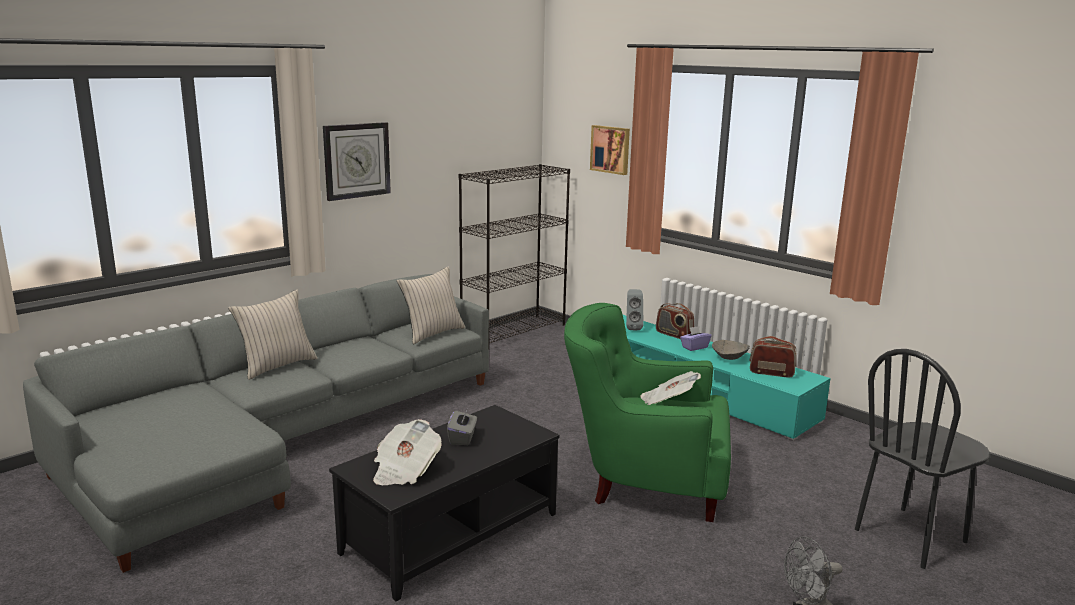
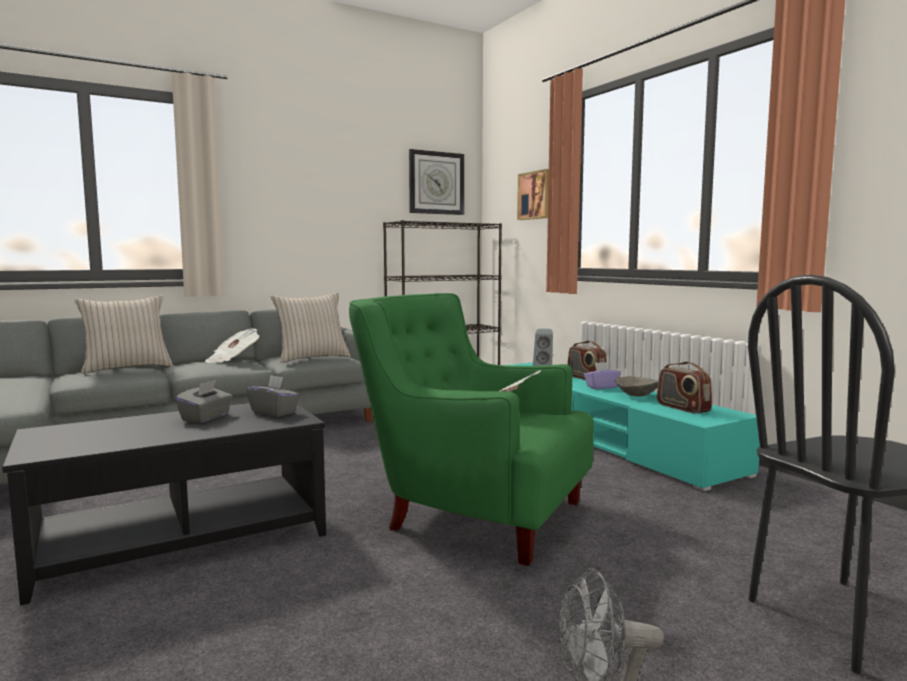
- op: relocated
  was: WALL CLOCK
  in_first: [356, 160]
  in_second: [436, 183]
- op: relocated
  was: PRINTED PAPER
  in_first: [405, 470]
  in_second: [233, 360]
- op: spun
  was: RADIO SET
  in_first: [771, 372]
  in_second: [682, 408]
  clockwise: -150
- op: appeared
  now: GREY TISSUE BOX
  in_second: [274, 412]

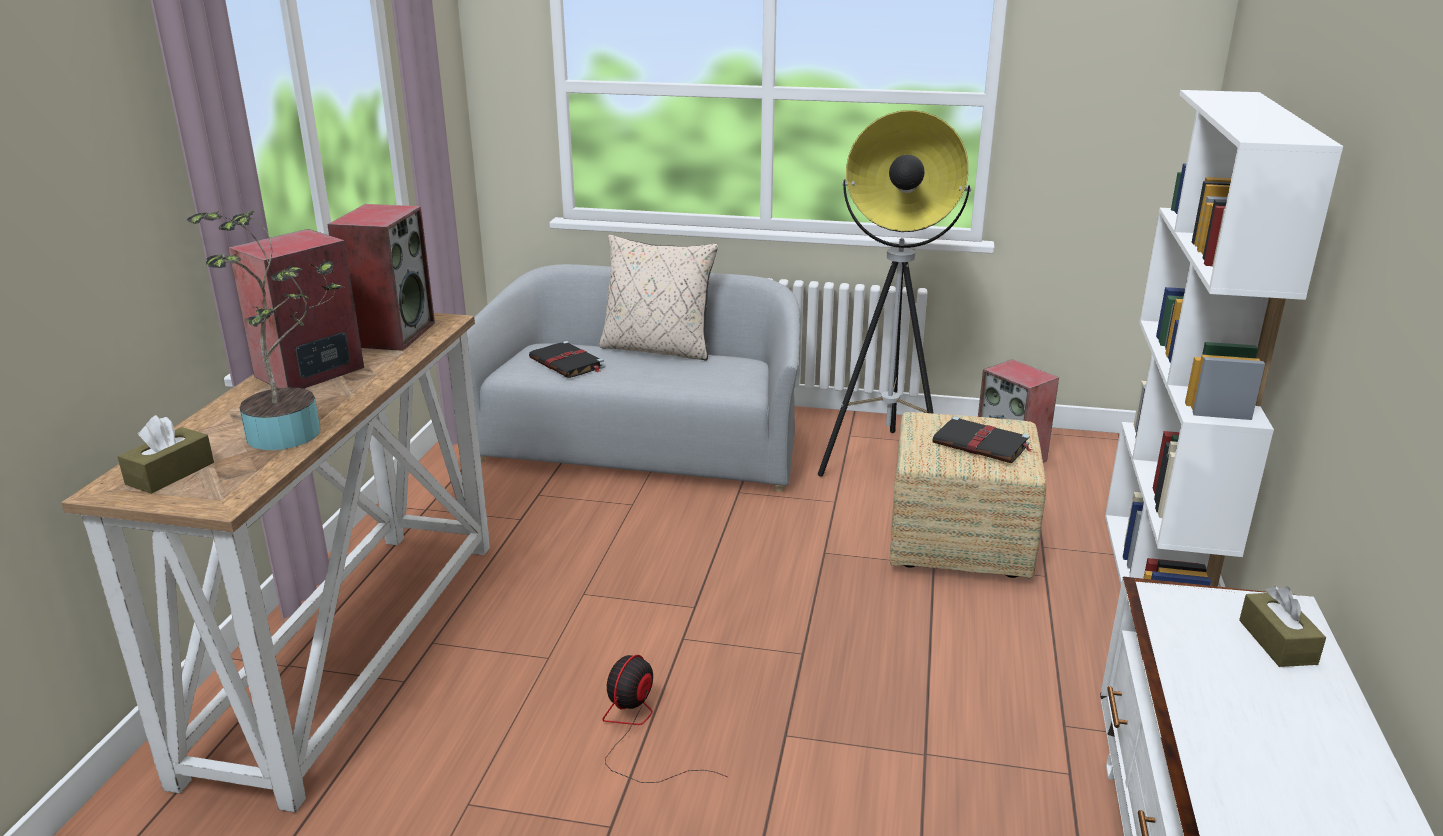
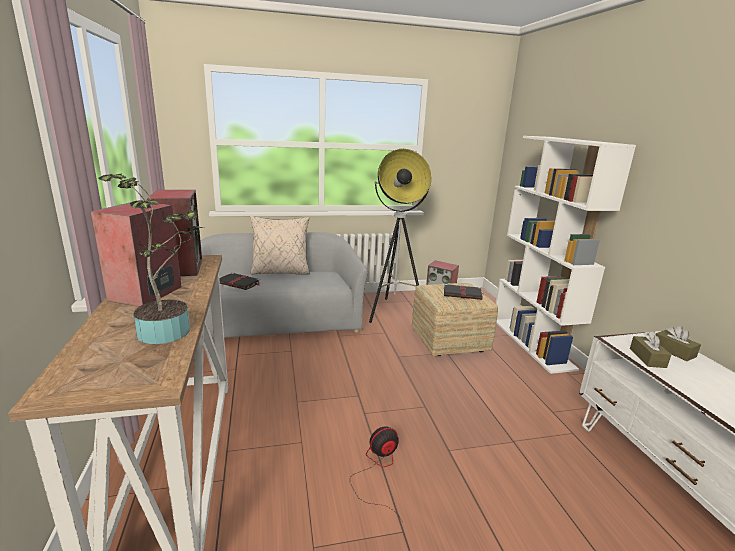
- op: relocated
  was: BROWN-COLOURED TISSUE BOX
  in_first: [170, 473]
  in_second: [647, 358]
- op: spun
  was: FAN
  in_first: [638, 731]
  in_second: [378, 470]
  clockwise: 60

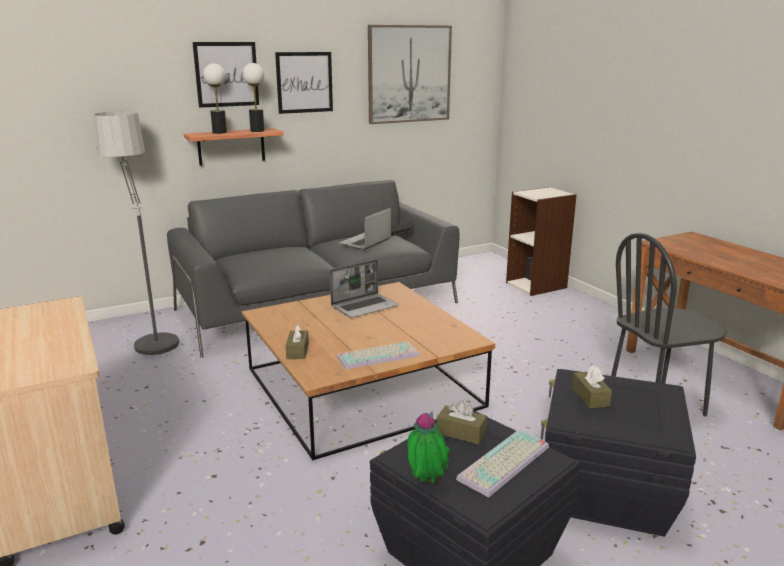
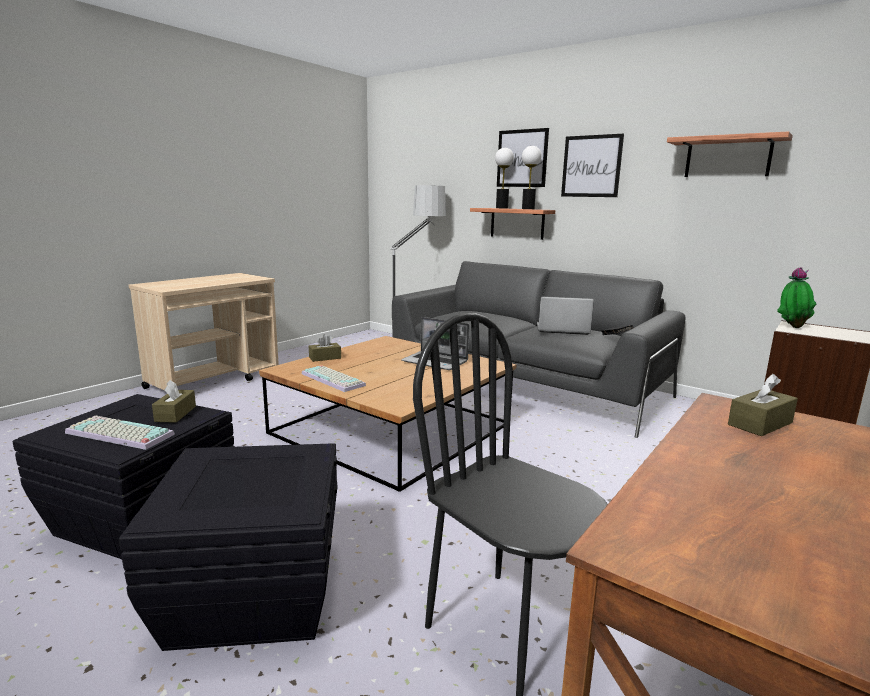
- op: exchanged
  was: PICTURE
  now: BRACKET SHELF
  in_first: [409, 74]
  in_second: [728, 157]
- op: relocated
  was: POTTED PLANT
  in_first: [426, 483]
  in_second: [791, 327]
- op: relocated
  was: BROWN-COLOURED TISSUE BOX
  in_first: [590, 397]
  in_second: [760, 424]

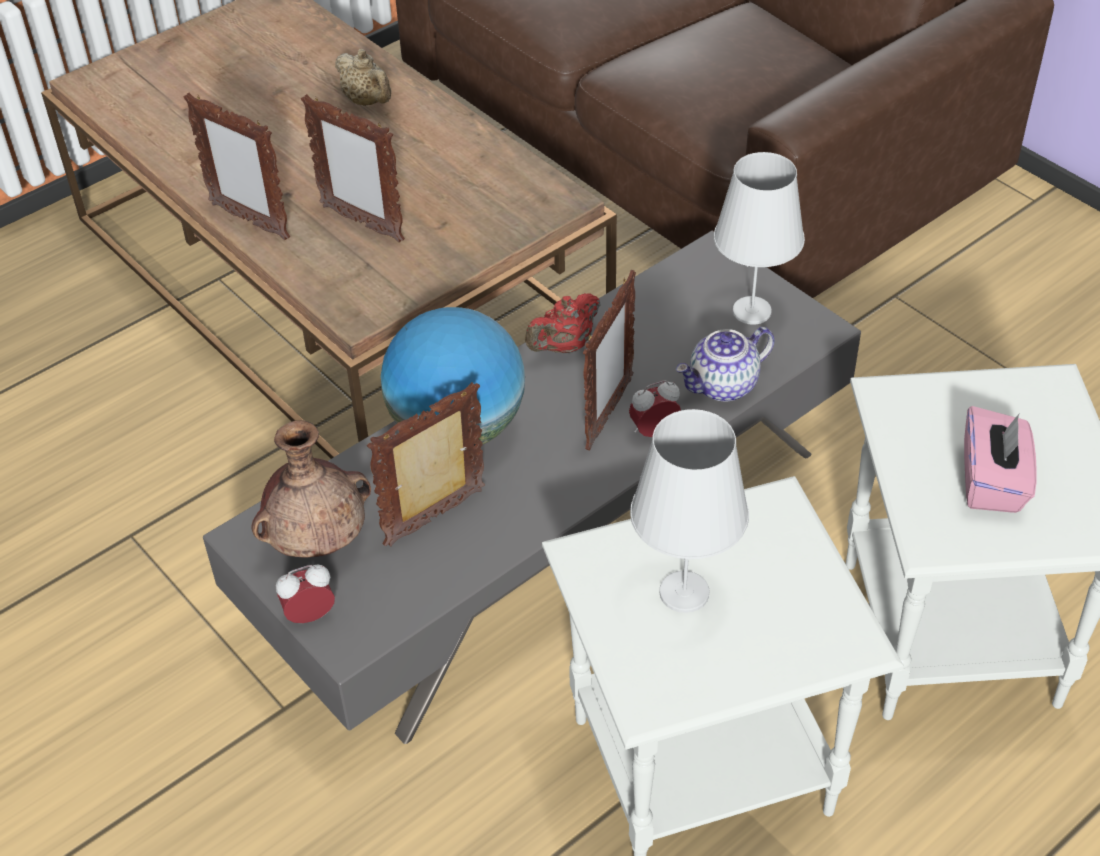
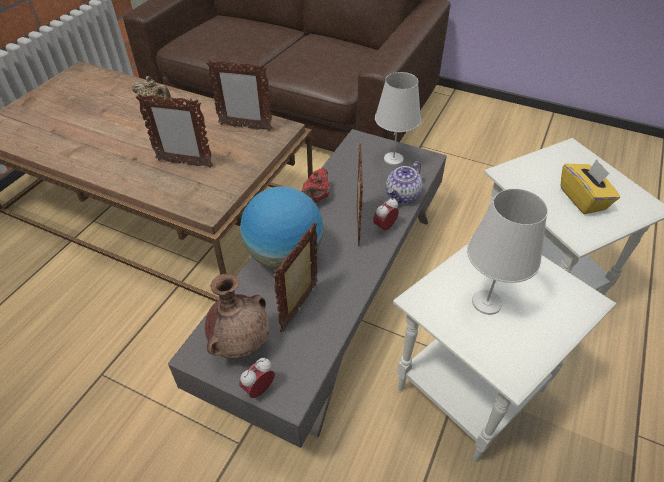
- op: relocated
  was: PHOTO FRAME
  in_first: [249, 221]
  in_second: [245, 127]
- op: colour
  was: PINKISH TISSUE BOX
  now: YELLOW TISSUE BOX
  in_first: [992, 482]
  in_second: [583, 199]

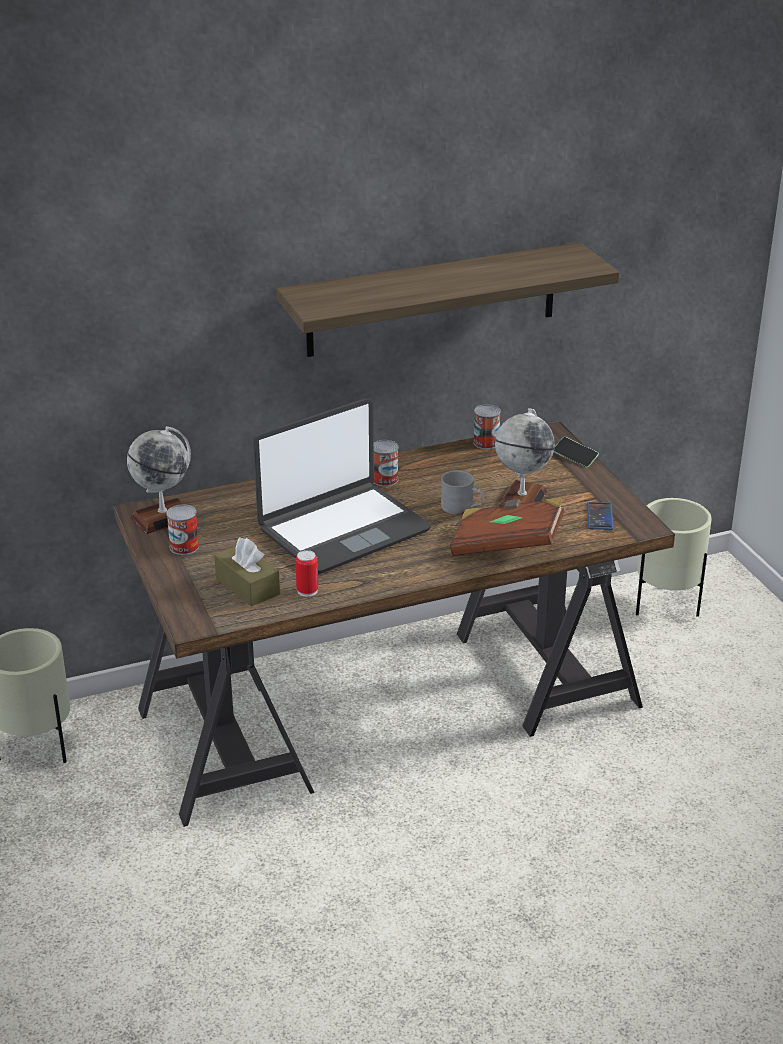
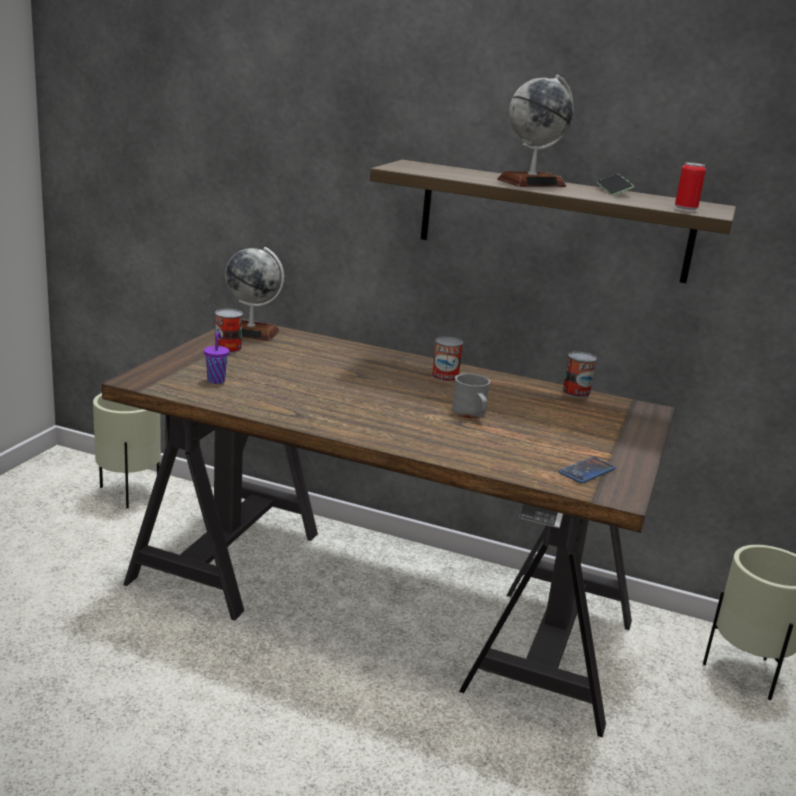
- op: exchanged
  was: BROWN-COLOURED TISSUE BOX
  now: PURPLE SMALL CUP
  in_first: [247, 586]
  in_second: [216, 380]
- op: missing
  was: NOTEBOOK COMPUTER
  in_first: [342, 529]
- op: relocated
  was: SEALED CAN
  in_first: [307, 591]
  in_second: [685, 209]
- op: missing
  was: BROWN-COLOURED BOOK
  in_first: [506, 546]
- op: relocated
  was: GLOBE
  in_first: [521, 500]
  in_second: [531, 183]
- op: relocated
  was: TELEPHONE
  in_first: [575, 457]
  in_second: [613, 192]

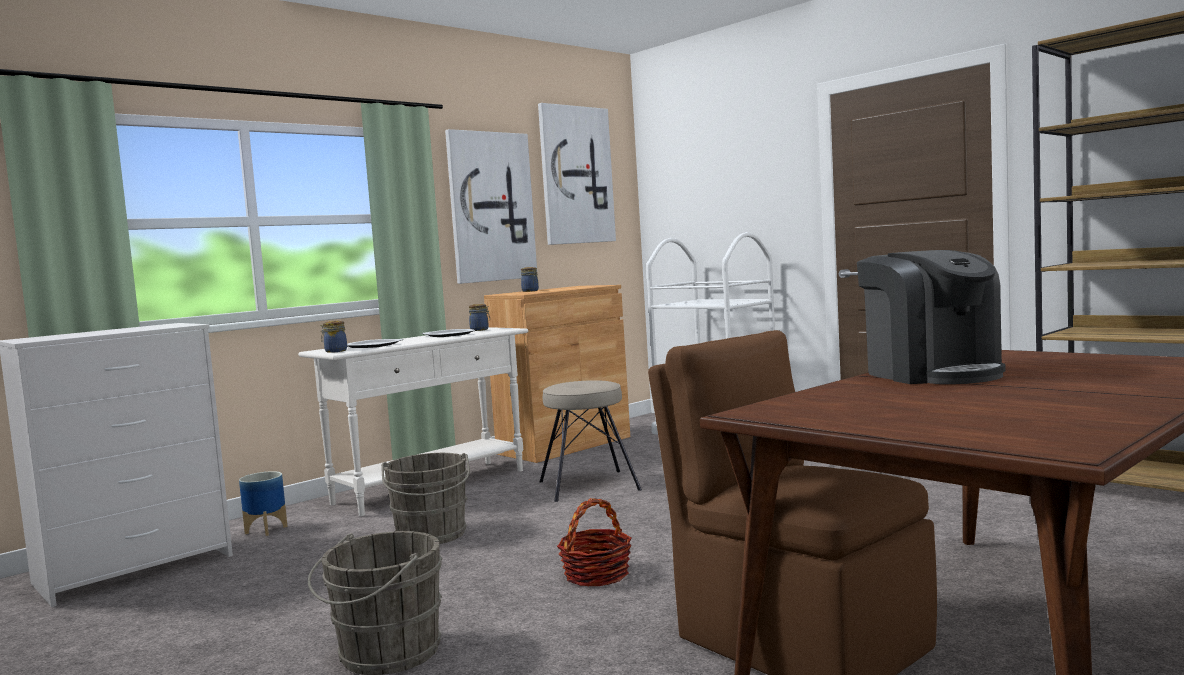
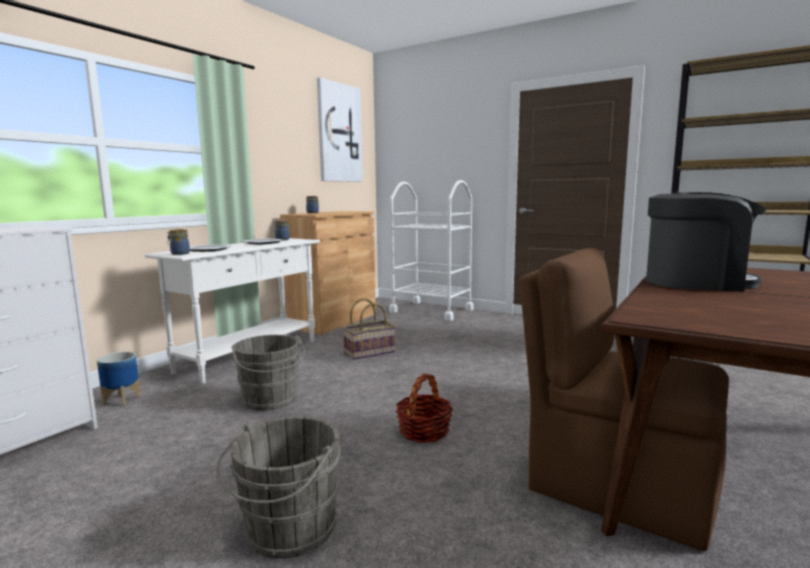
- op: missing
  was: PICTURE
  in_first: [490, 207]
- op: exchanged
  was: BEIGE-COLOURED STOOL
  now: BASKET
  in_first: [588, 485]
  in_second: [369, 352]
- op: spun
  was: COFFEE MAKER
  in_first: [932, 373]
  in_second: [696, 282]
  clockwise: -45

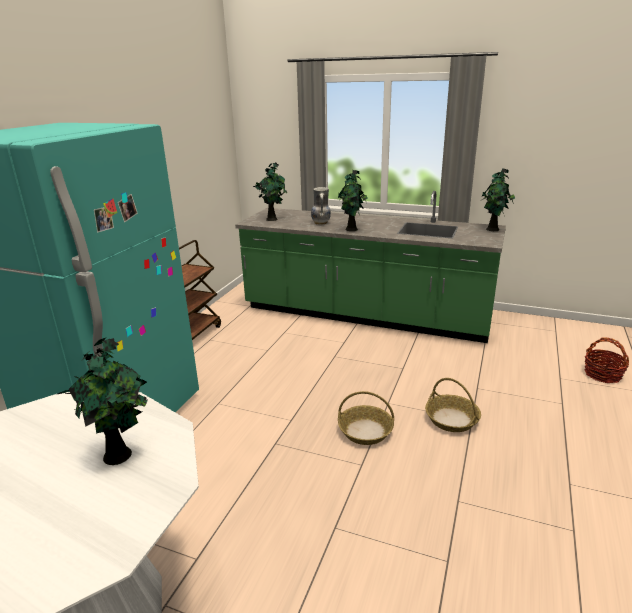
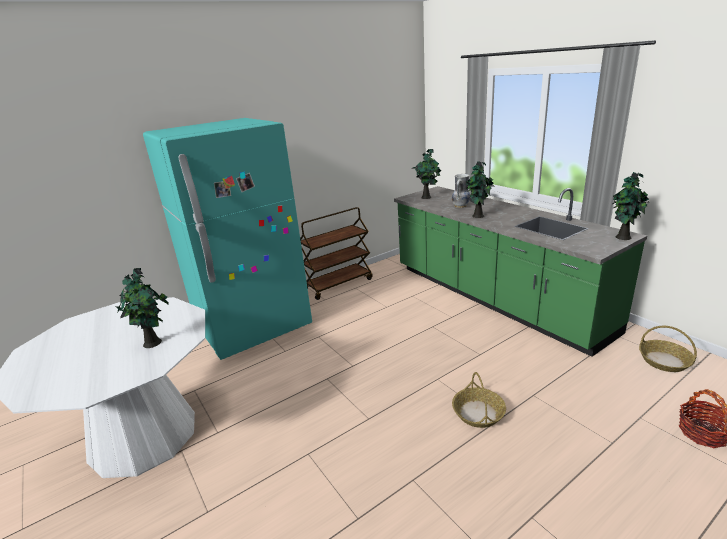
- op: relocated
  was: BASKET
  in_first: [366, 431]
  in_second: [664, 361]

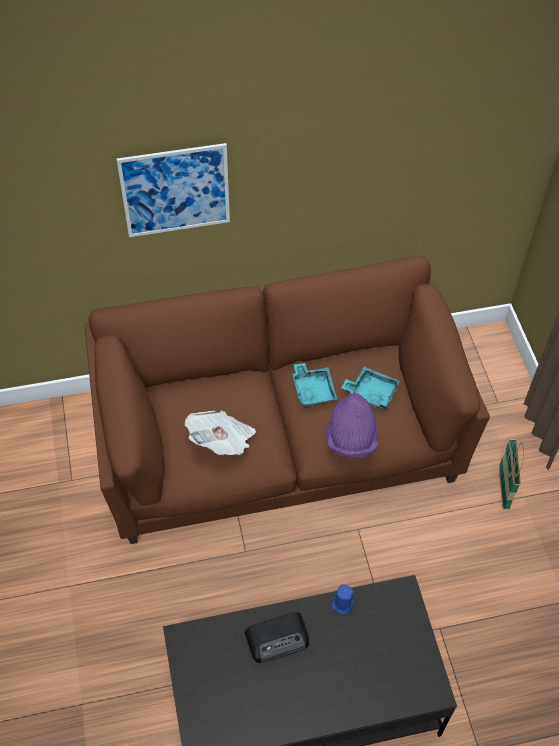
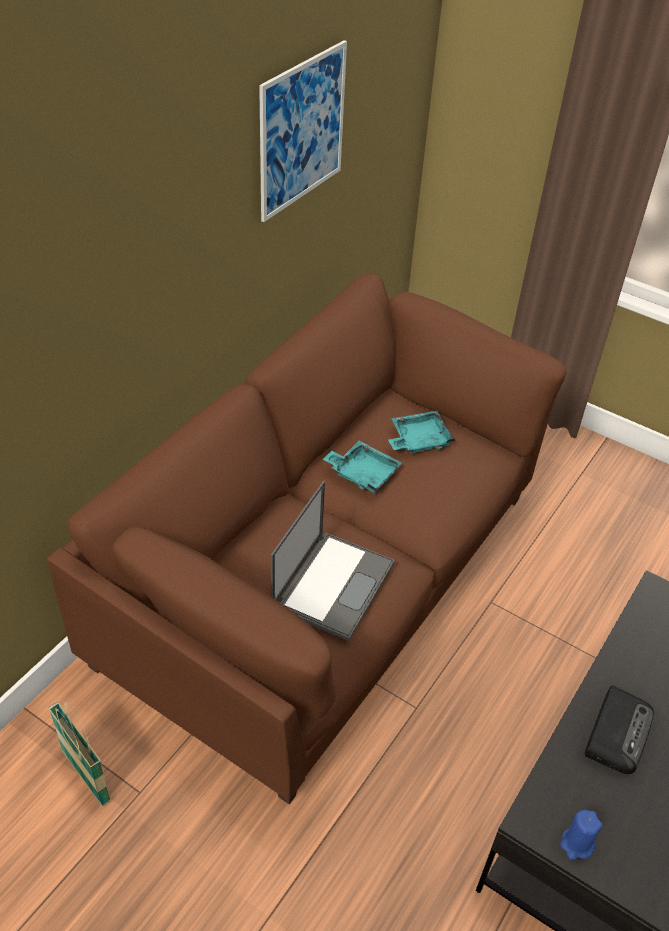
- op: relocated
  was: PICTURE
  in_first: [175, 190]
  in_second: [302, 131]
- op: exchanged
  was: PRINTED PAPER
  now: NOTEBOOK COMPUTER
  in_first: [222, 441]
  in_second: [333, 583]
- op: missing
  was: PURPLE HAT
  in_first: [351, 439]
- op: relocated
  was: BLUE WAX CANDLE
  in_first: [342, 604]
  in_second: [576, 844]
- op: relocated
  was: BASKET
  in_first: [503, 488]
  in_second: [86, 777]

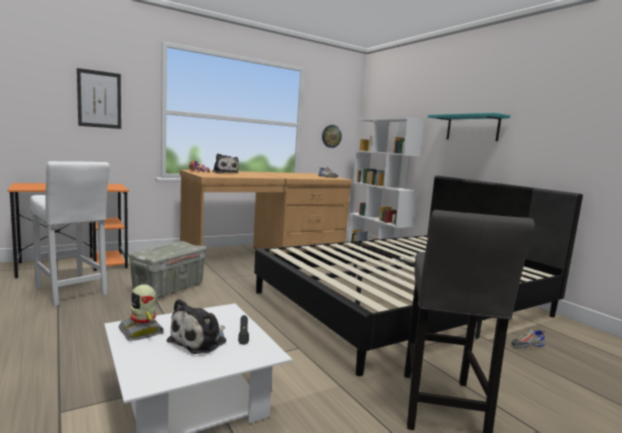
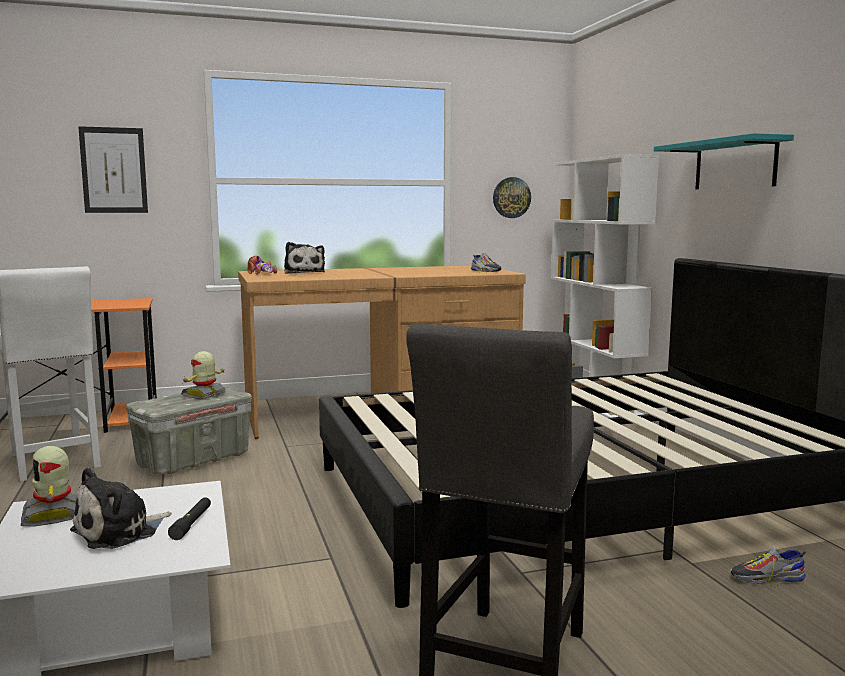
- op: appeared
  now: ROBOT FIGURE
  in_second: [204, 394]

